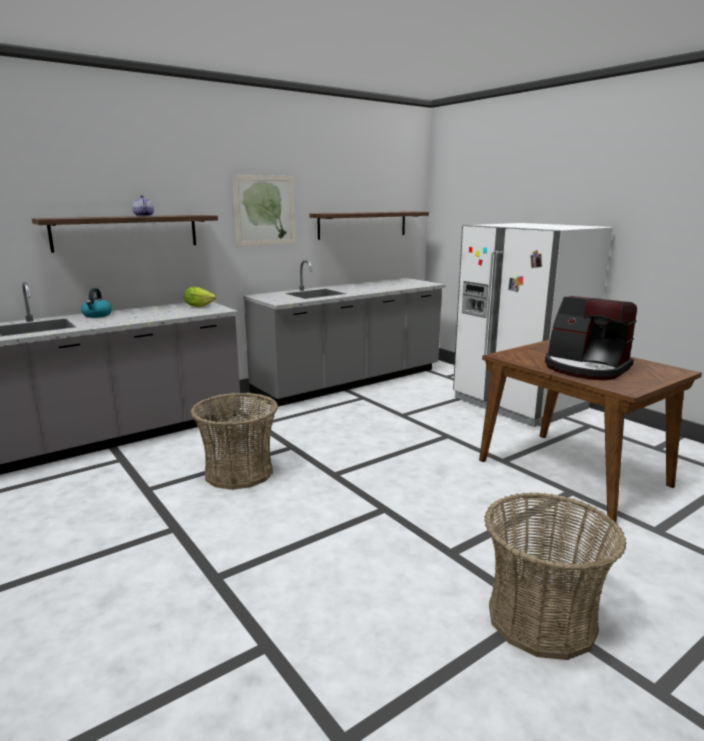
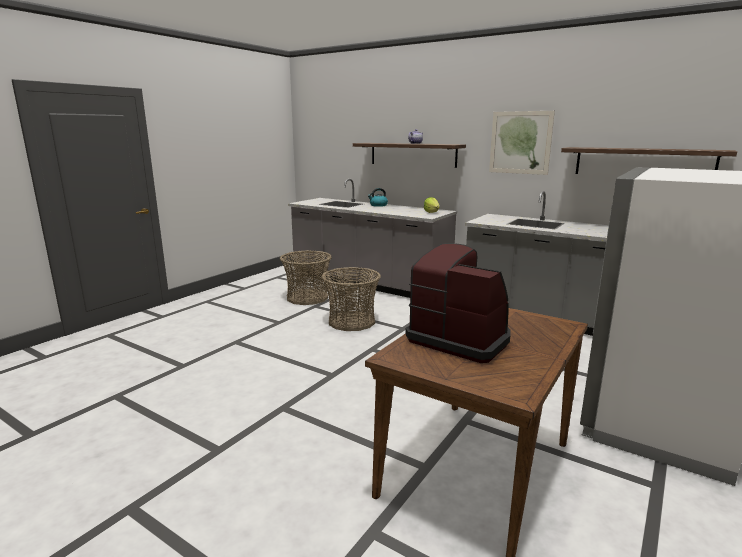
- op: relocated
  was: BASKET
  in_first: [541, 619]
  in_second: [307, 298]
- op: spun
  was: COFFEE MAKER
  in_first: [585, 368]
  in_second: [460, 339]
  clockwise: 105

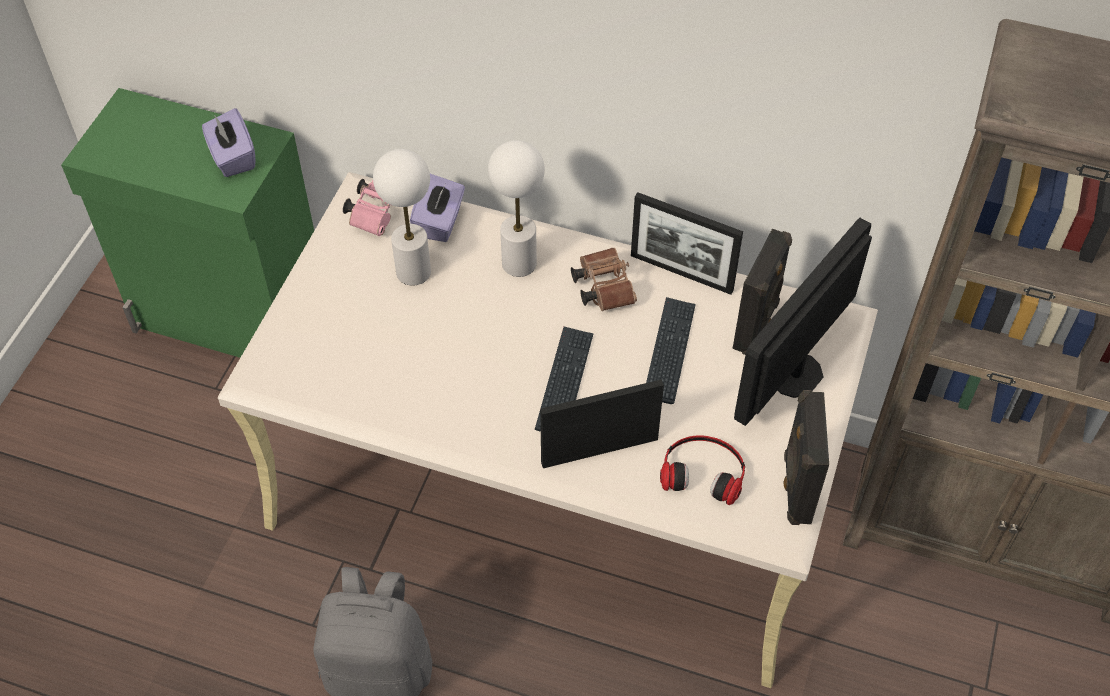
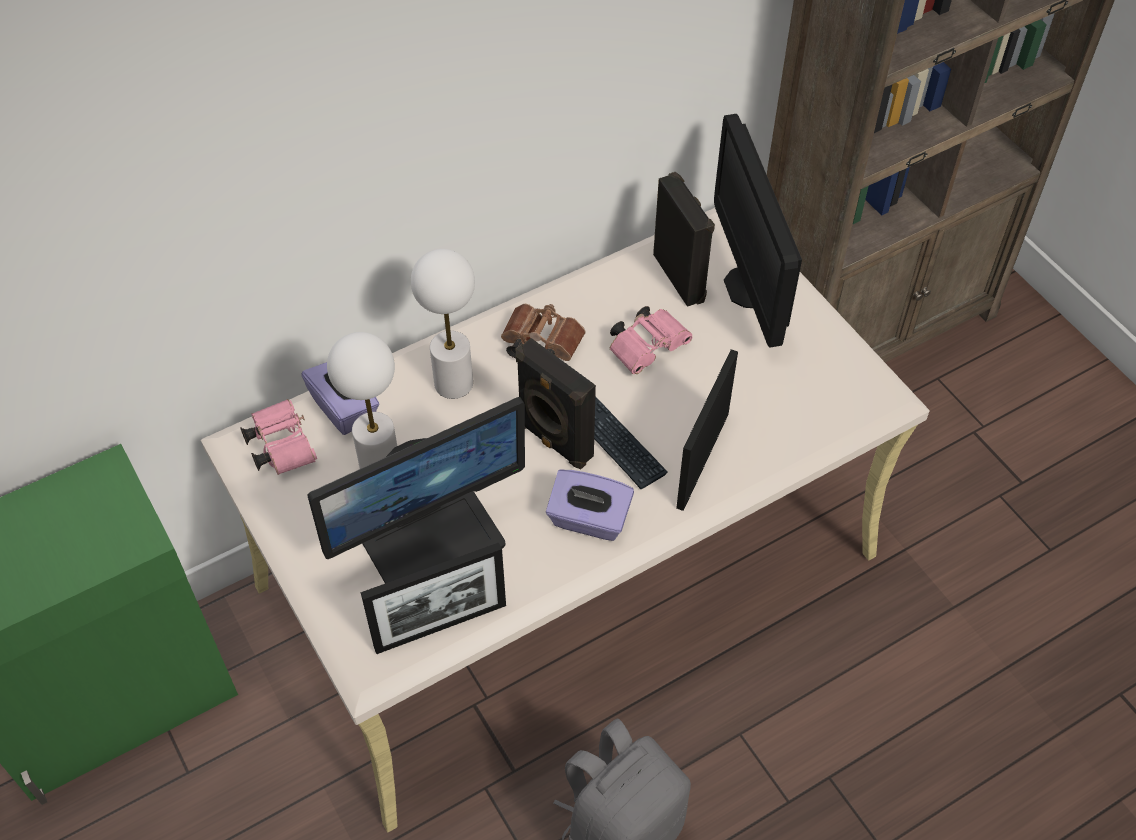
- op: relocated
  was: PURPLE TISSUE BOX
  in_first: [232, 157]
  in_second: [589, 520]
- op: relocated
  was: PHOTO FRAME
  in_first: [681, 273]
  in_second: [440, 626]
- op: exchanged
  was: PC KEYBOARD
  now: PINKISH BINOCULARS
  in_first: [669, 351]
  in_second: [649, 347]
- op: missing
  was: HEADSET
  in_first: [703, 471]
- op: relocated
  was: BLACKISH LOUDSPEAKER
  in_first: [795, 488]
  in_second: [553, 441]
- op: appeared
  now: COMPUTER DISPLAY
  in_second: [432, 539]

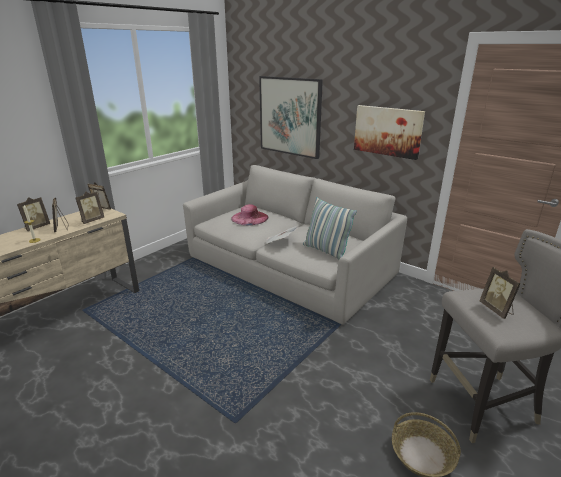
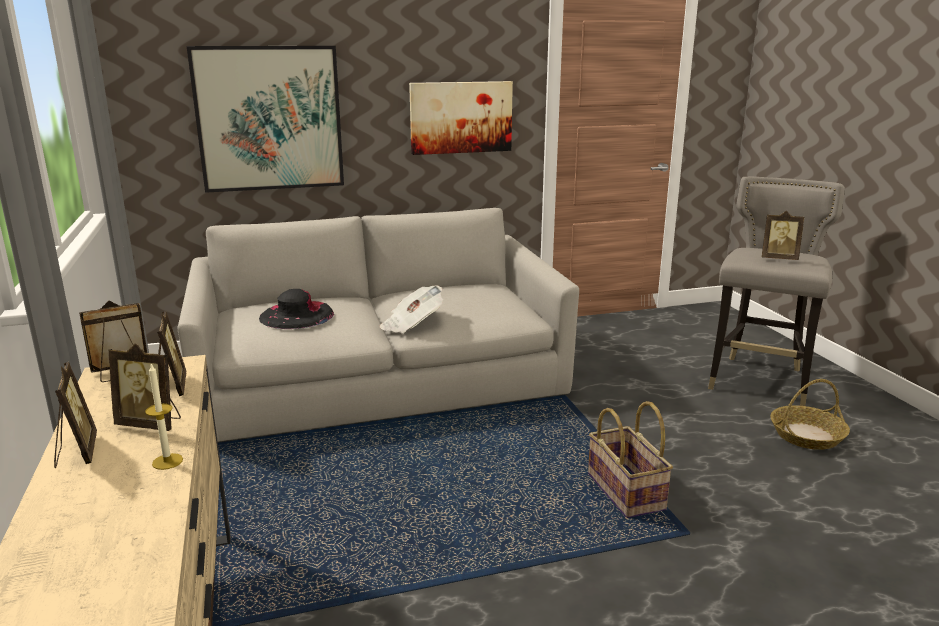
- op: colour
  was: PINKISH HAT
  now: BLACKISH HAT
  in_first: [249, 217]
  in_second: [297, 315]
- op: missing
  was: THROW PILLOW
  in_first: [326, 251]
- op: appeared
  now: BASKET
  in_second: [627, 491]

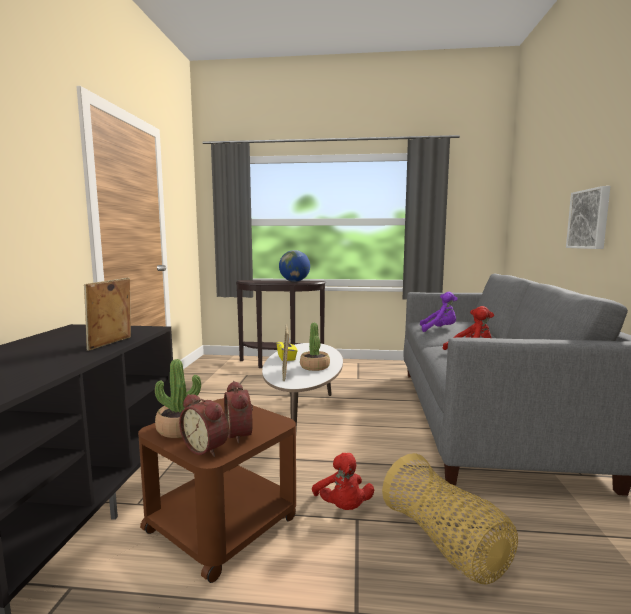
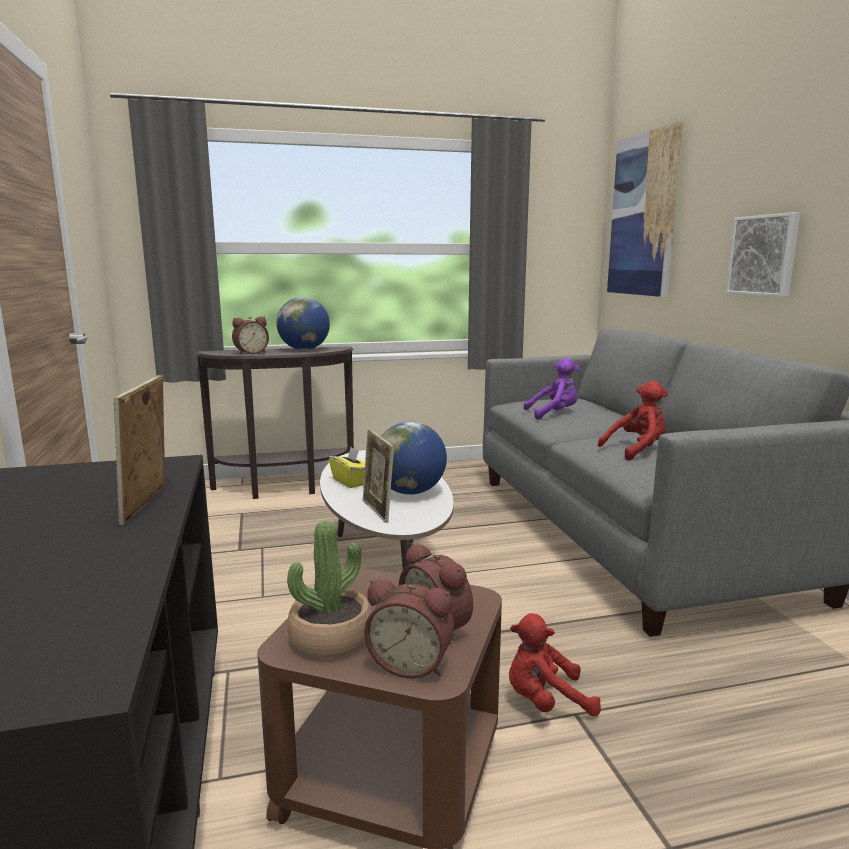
- op: exchanged
  was: POTTED PLANT
  now: GLOBE
  in_first: [315, 367]
  in_second: [410, 492]
- op: spun
  was: REDDISH PLUSH TOY
  in_first: [343, 507]
  in_second: [545, 701]
  clockwise: 120
- op: missing
  was: BASKET
  in_first: [445, 544]
- op: appeared
  now: BEDSIDE CLOCK
  in_second: [250, 353]
- op: appeared
  now: PICTURE
  in_second: [644, 215]

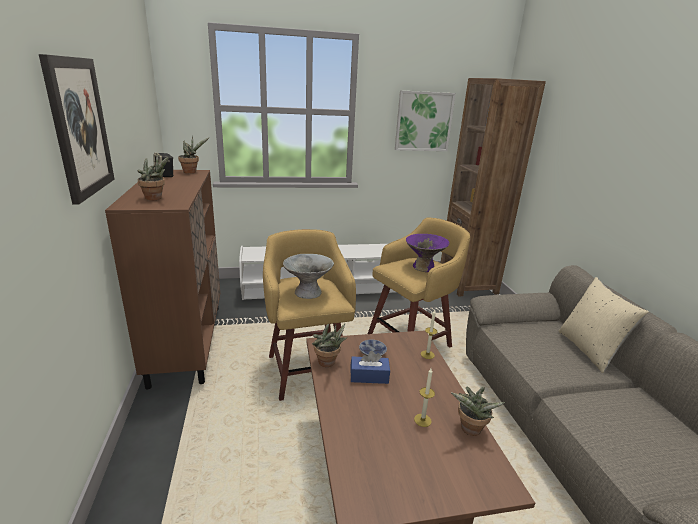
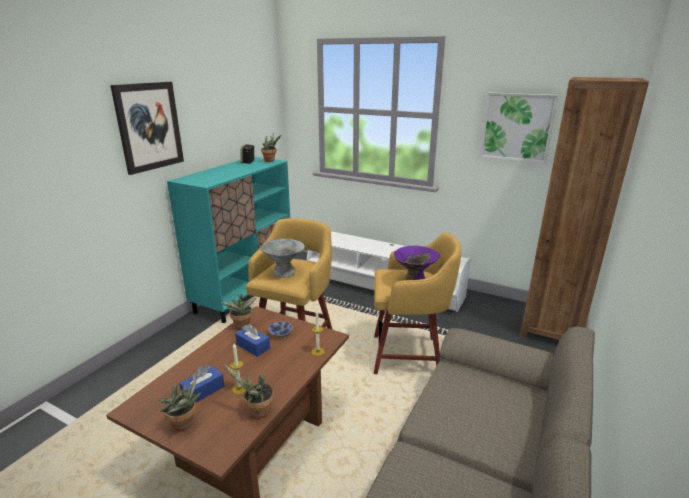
- op: colour
  was: BROWN-COLOURED CABINET
  now: BLUE-GREEN CABINET
  in_first: [187, 342]
  in_second: [245, 293]
- op: relocated
  was: POTTED PLANT
  in_first: [156, 198]
  in_second: [185, 426]
- op: missing
  was: BEIGE-COLOURED THROW PILLOW
  in_first: [589, 350]
- op: appeared
  now: BLUE TISSUE BOX
  in_second: [203, 391]

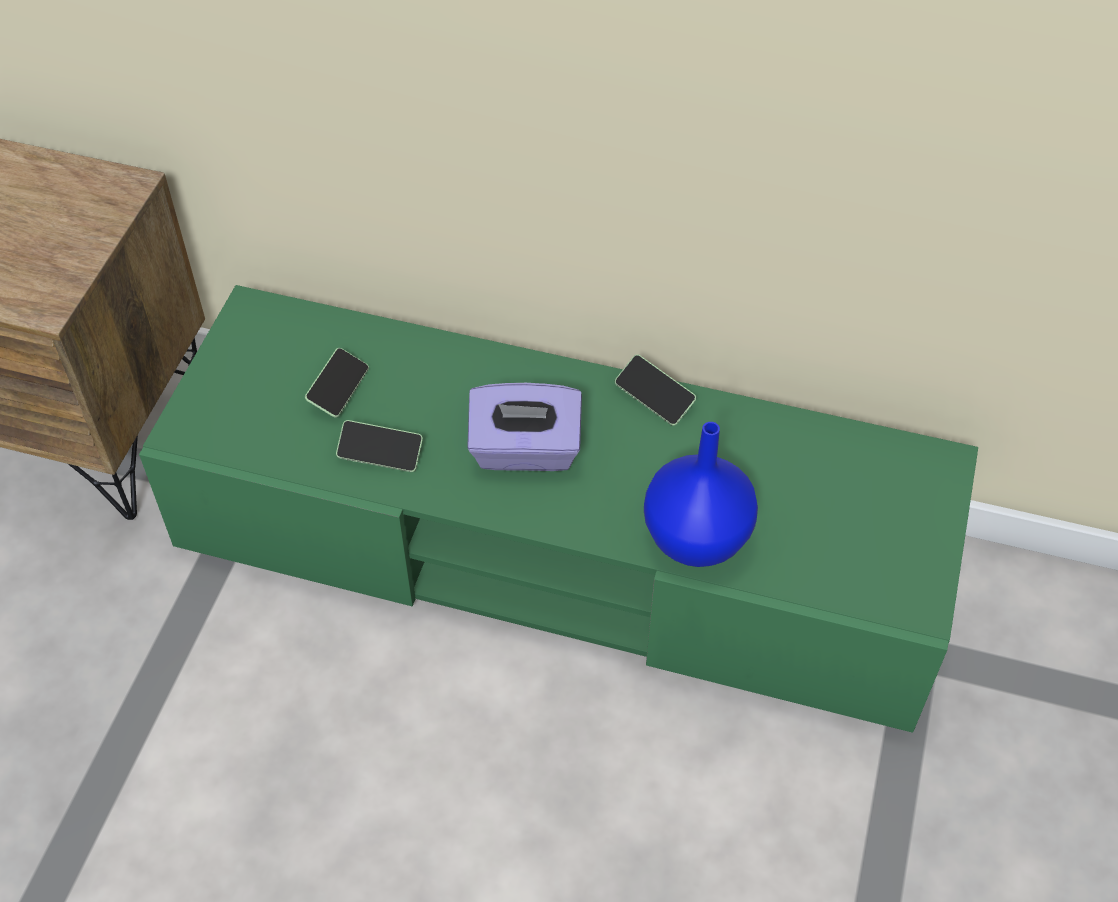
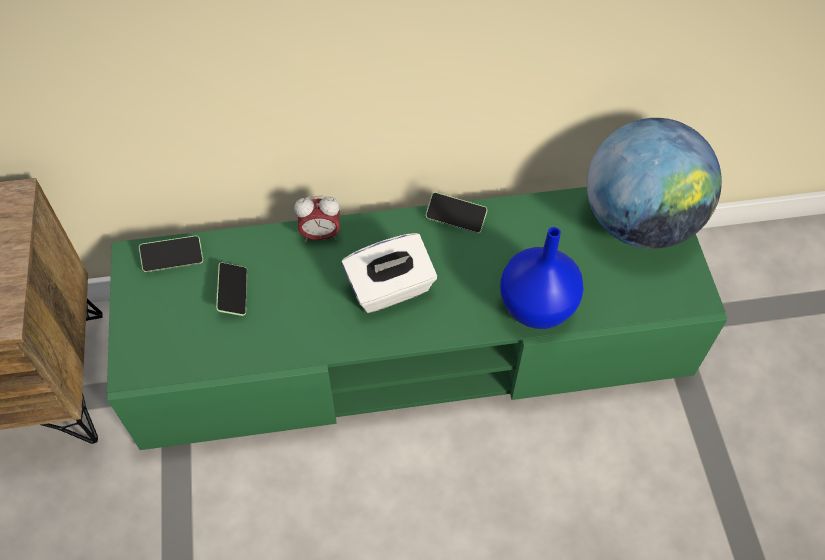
- op: relocated
  was: TELEPHONE
  in_first: [380, 453]
  in_second: [173, 258]
- op: colour
  was: PURPLE TISSUE BOX
  now: WHITISH TISSUE BOX
  in_first: [525, 451]
  in_second: [390, 289]
- op: appeared
  now: BEDSIDE CLOCK
  in_second: [320, 235]
- op: appeared
  now: GLOBE
  in_second: [639, 222]

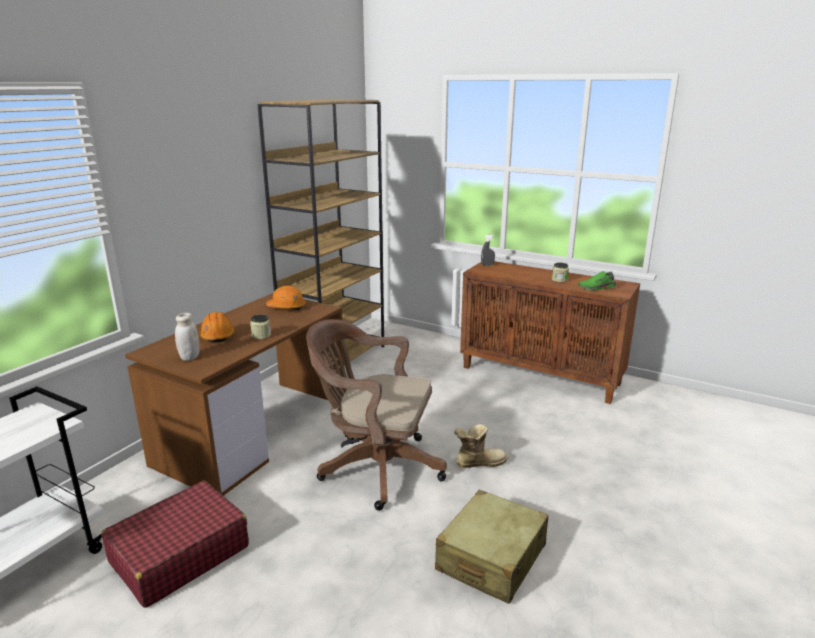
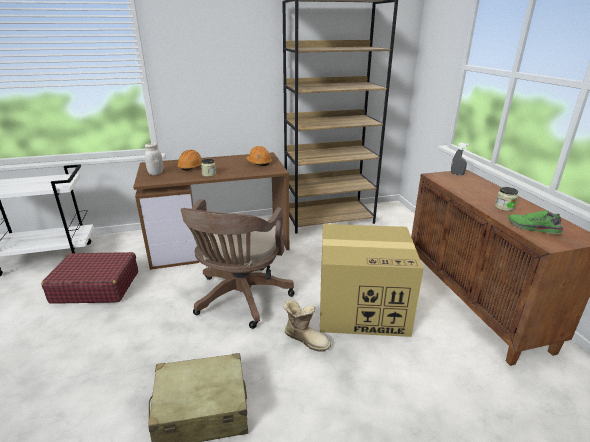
- op: spun
  was: BROWN-COLOURED COMPUTER CHAIR
  in_first: [375, 467]
  in_second: [240, 299]
  clockwise: -135
- op: appeared
  now: CARTON
  in_second: [363, 308]

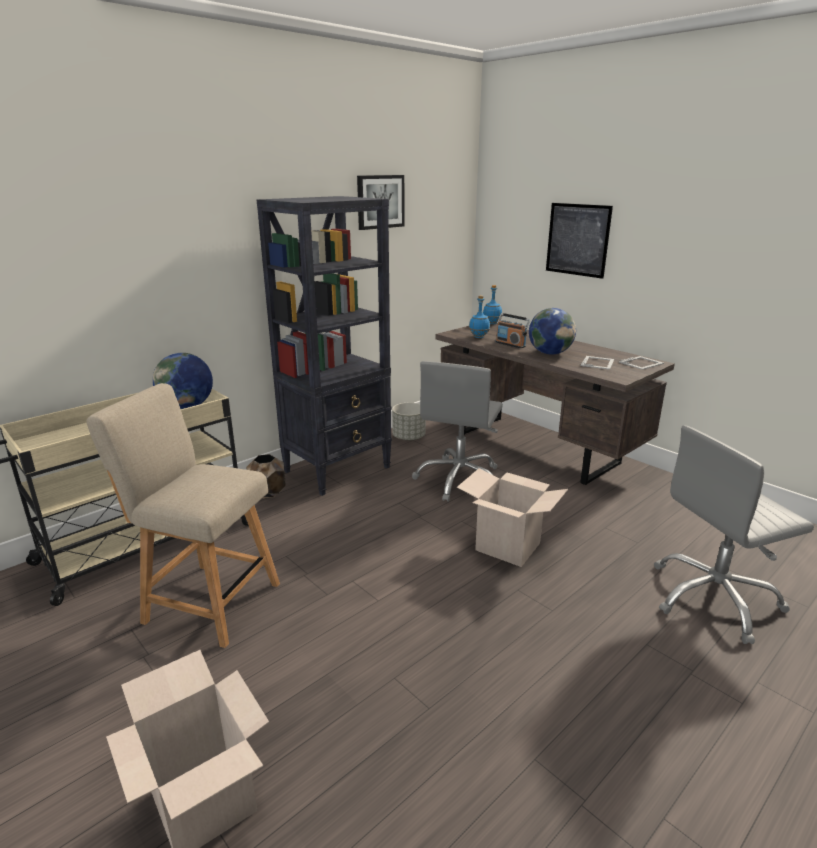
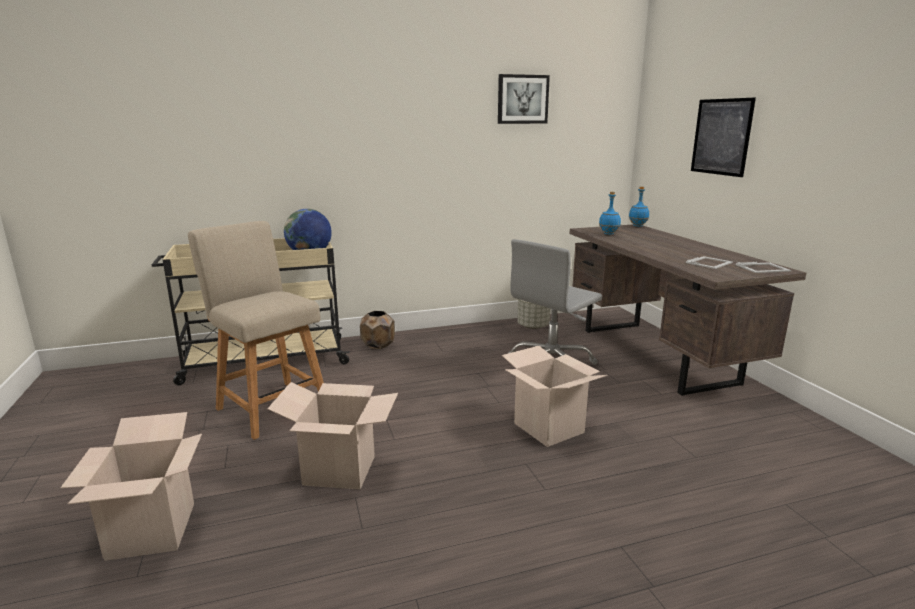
- op: missing
  was: BLACKISH BOOKCASE
  in_first: [338, 469]
- op: missing
  was: RADIO SET
  in_first: [510, 344]
- op: missing
  was: GLOBE
  in_first: [550, 353]
- op: missing
  was: GREY COMPUTER CHAIR
  in_first: [714, 598]
- op: appeared
  now: CARTON
  in_second: [339, 470]

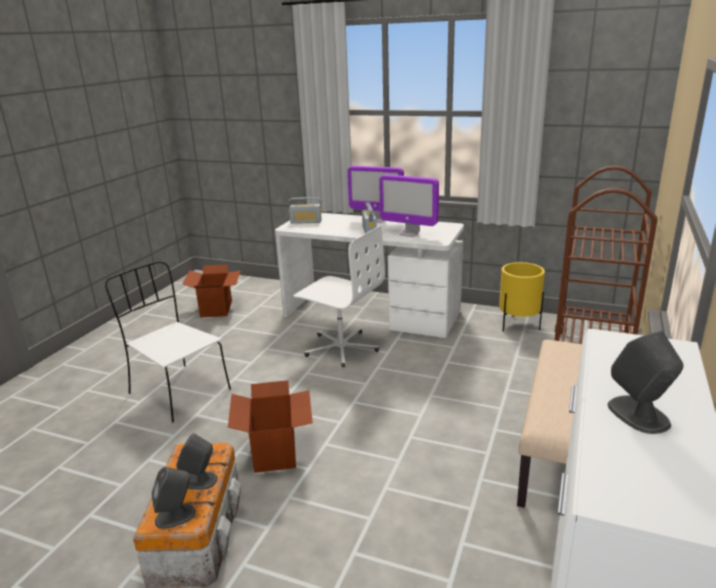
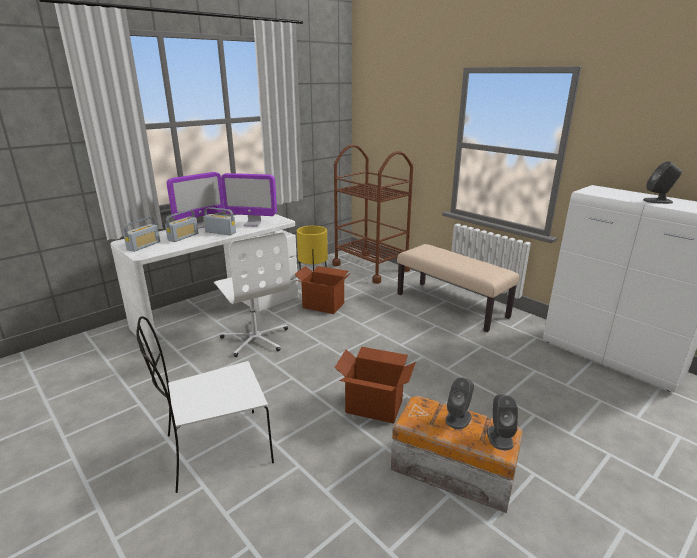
- op: relocated
  was: CARTON
  in_first: [217, 308]
  in_second: [323, 305]
- op: spun
  was: WHITISH COMPUTER CHAIR
  in_first: [341, 348]
  in_second: [255, 338]
  clockwise: 90
- op: spun
  was: COMPUTER DISPLAY
  in_first: [409, 233]
  in_second: [252, 224]
  clockwise: 45
- op: appeared
  now: RADIO SET
  in_second: [183, 237]

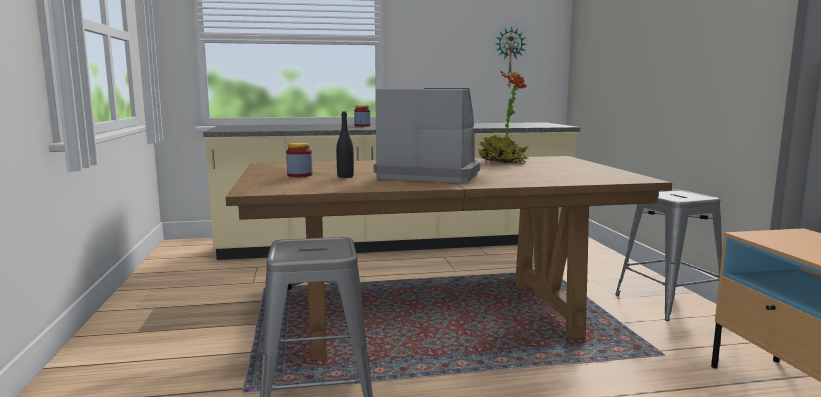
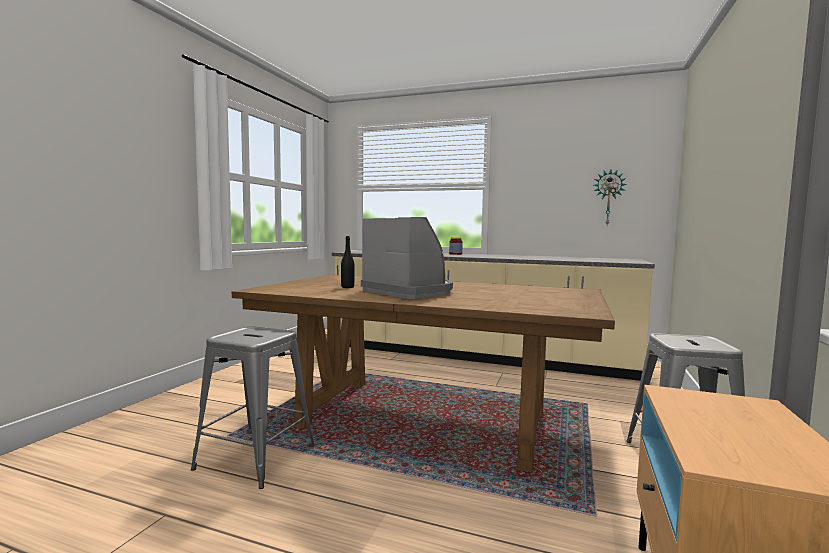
- op: missing
  was: STORAGE JAR
  in_first: [299, 175]
- op: missing
  was: POTTED PLANT
  in_first: [502, 162]

